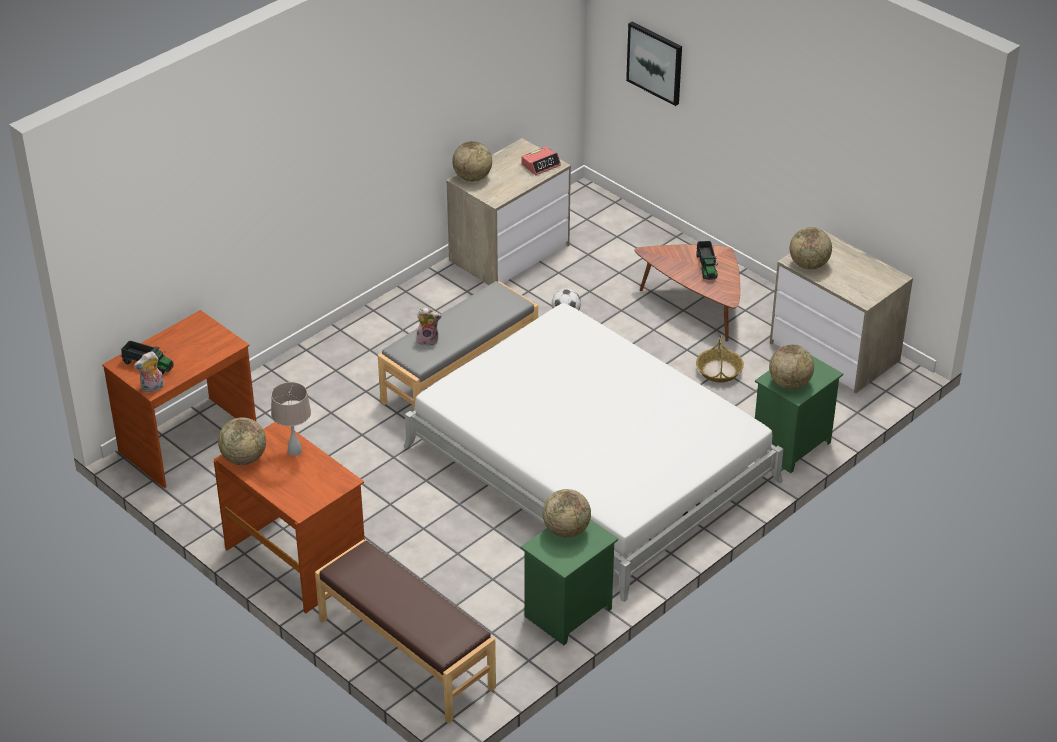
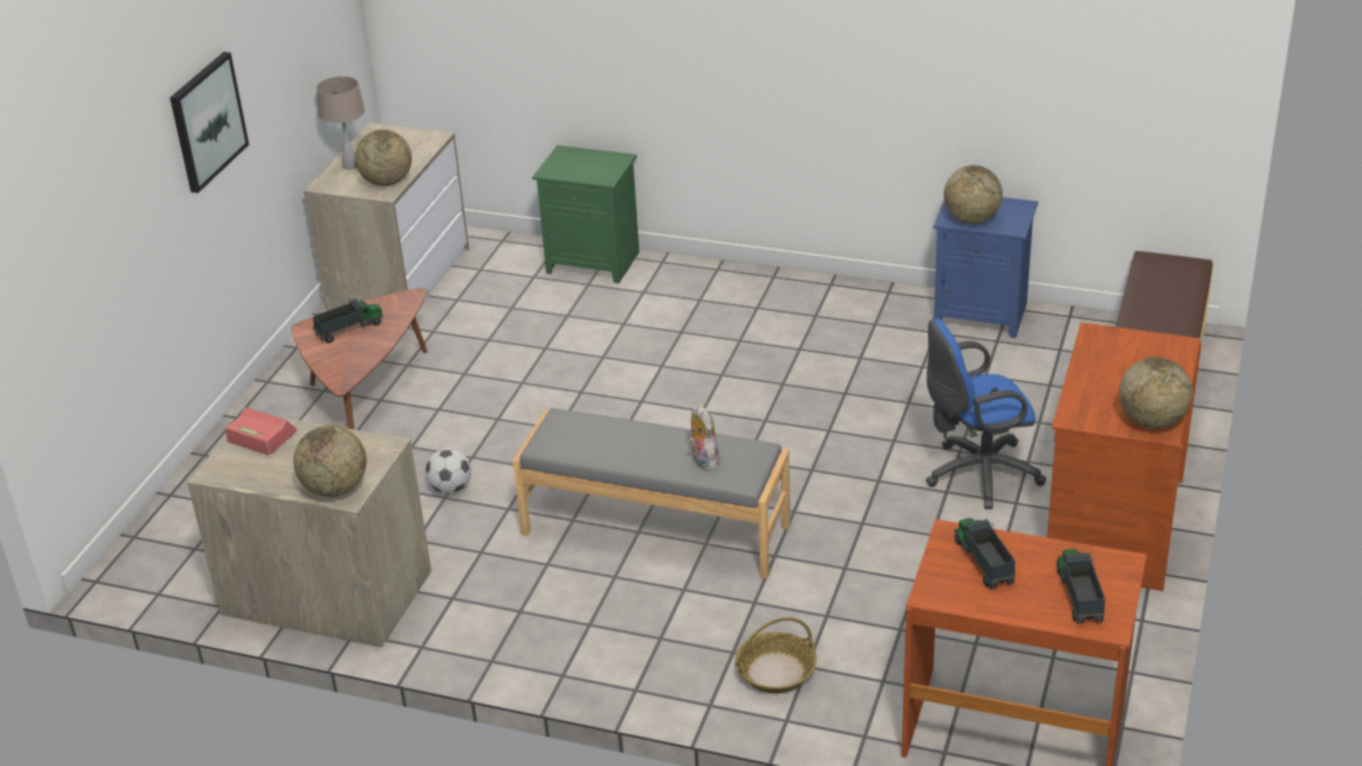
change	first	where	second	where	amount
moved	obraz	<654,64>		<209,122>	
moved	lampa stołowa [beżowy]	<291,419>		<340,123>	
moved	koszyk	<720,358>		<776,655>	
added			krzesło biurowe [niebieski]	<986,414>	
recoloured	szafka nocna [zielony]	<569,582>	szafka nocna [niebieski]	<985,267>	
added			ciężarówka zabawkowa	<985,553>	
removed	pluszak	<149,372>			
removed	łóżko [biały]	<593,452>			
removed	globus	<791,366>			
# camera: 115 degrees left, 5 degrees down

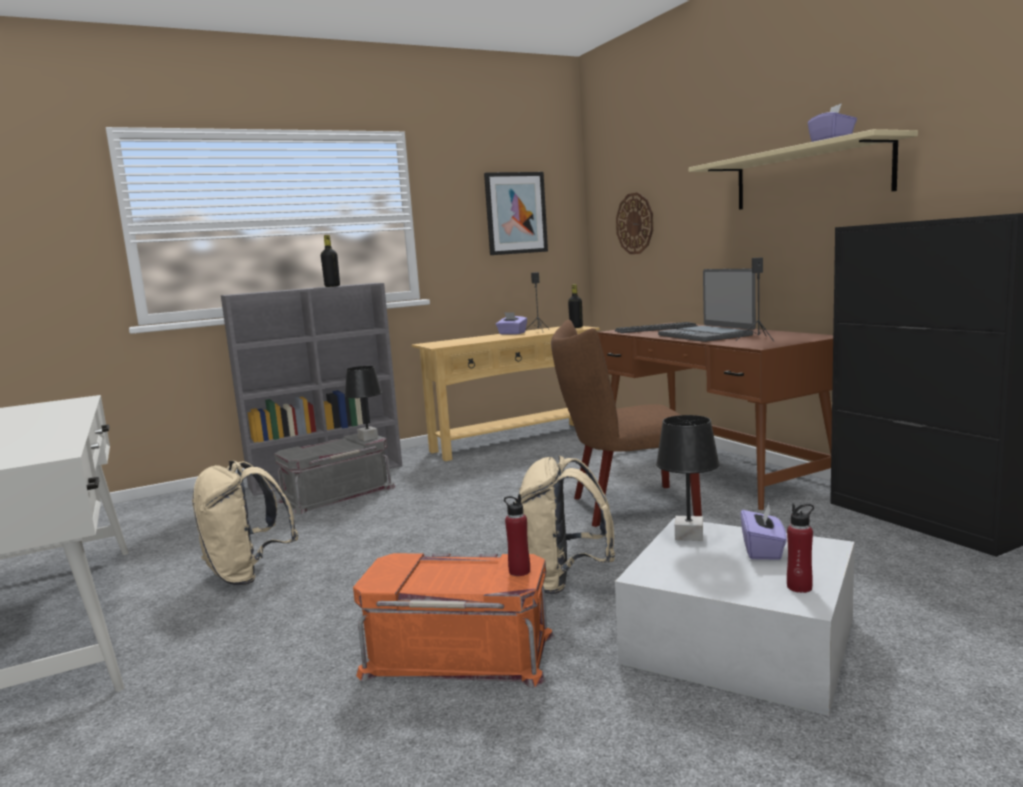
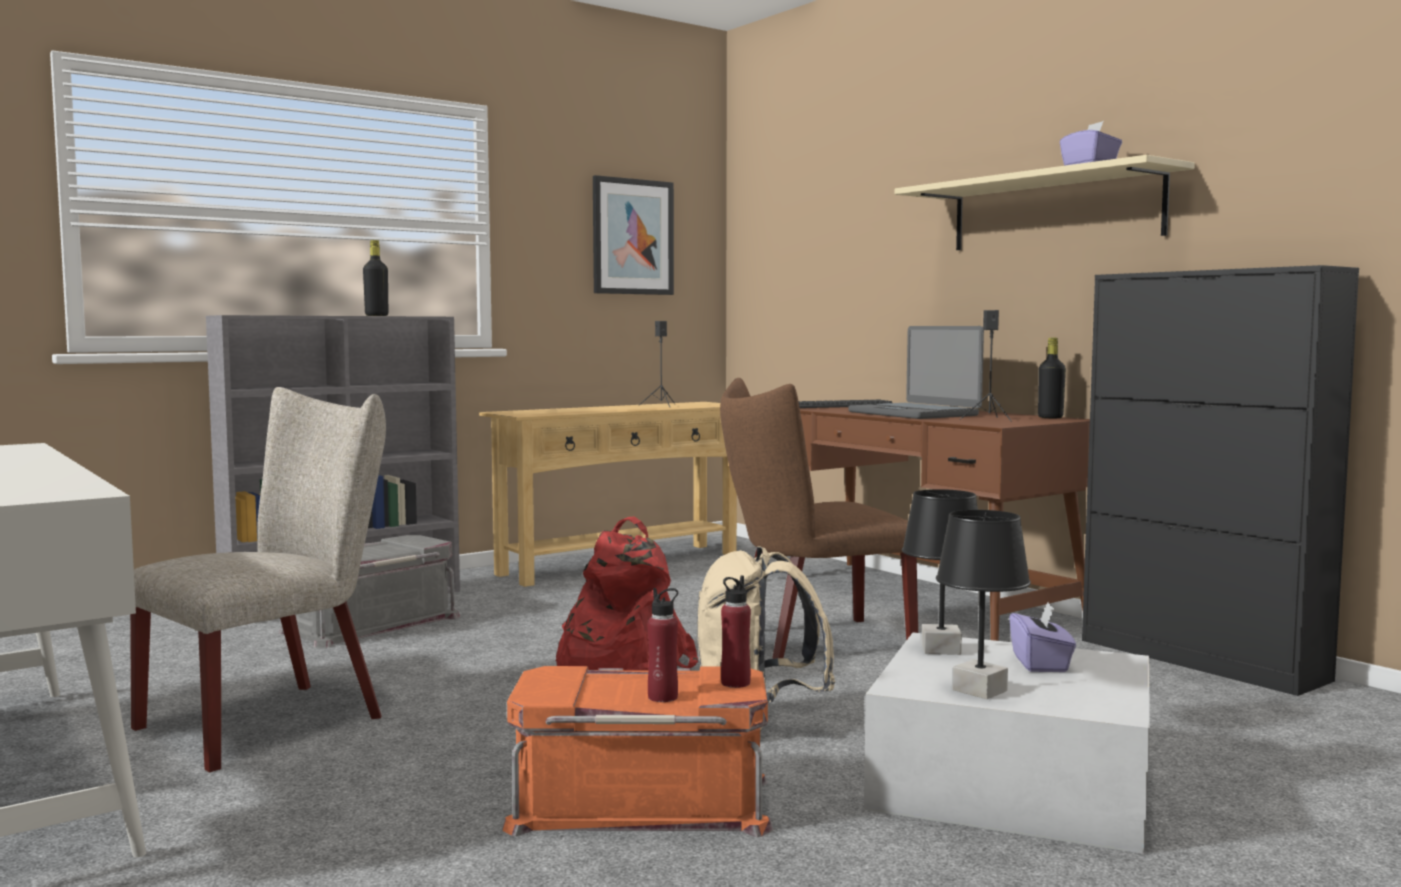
change	first	where	second	where	amount
replaced	plecak [beżowy]	<245,522>	krzesło [beżowy]	<258,579>	
added			plecak [czerwony]	<626,593>	
moved	butelka [czerwony]	<800,548>		<663,645>	
moved	lampa stołowa [czarny]	<363,403>		<983,604>	
moved	butelka [czarny]	<575,306>		<1052,378>	
removed	pudełko chusteczek [fioletowy]	<511,323>			
removed	zegar ścienny	<634,223>			
# camera: 10 degrees left, 5 degrees down

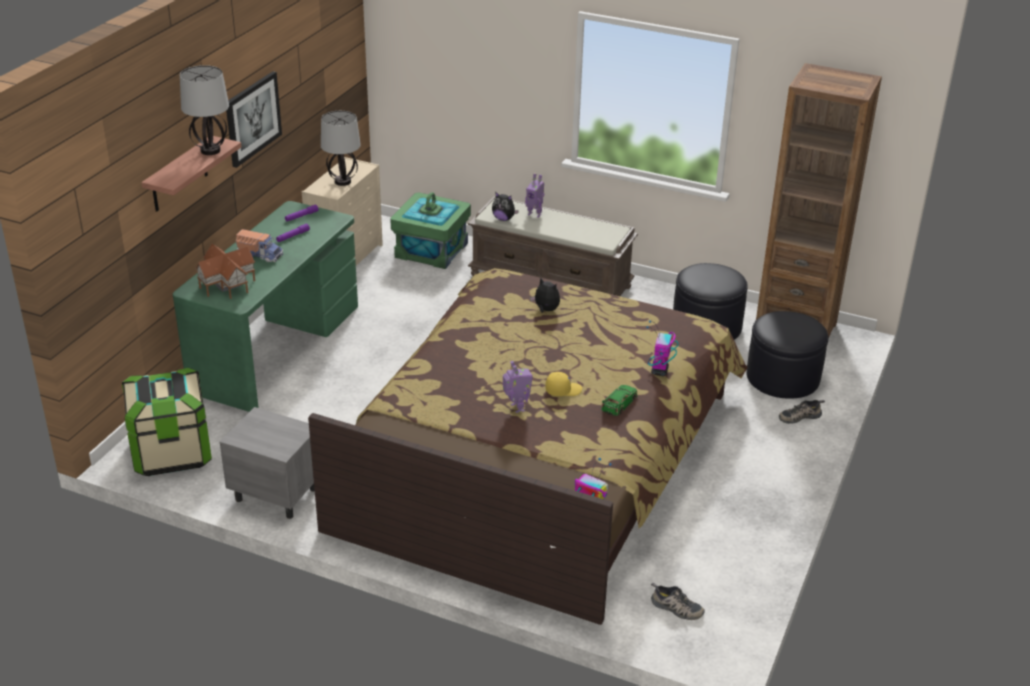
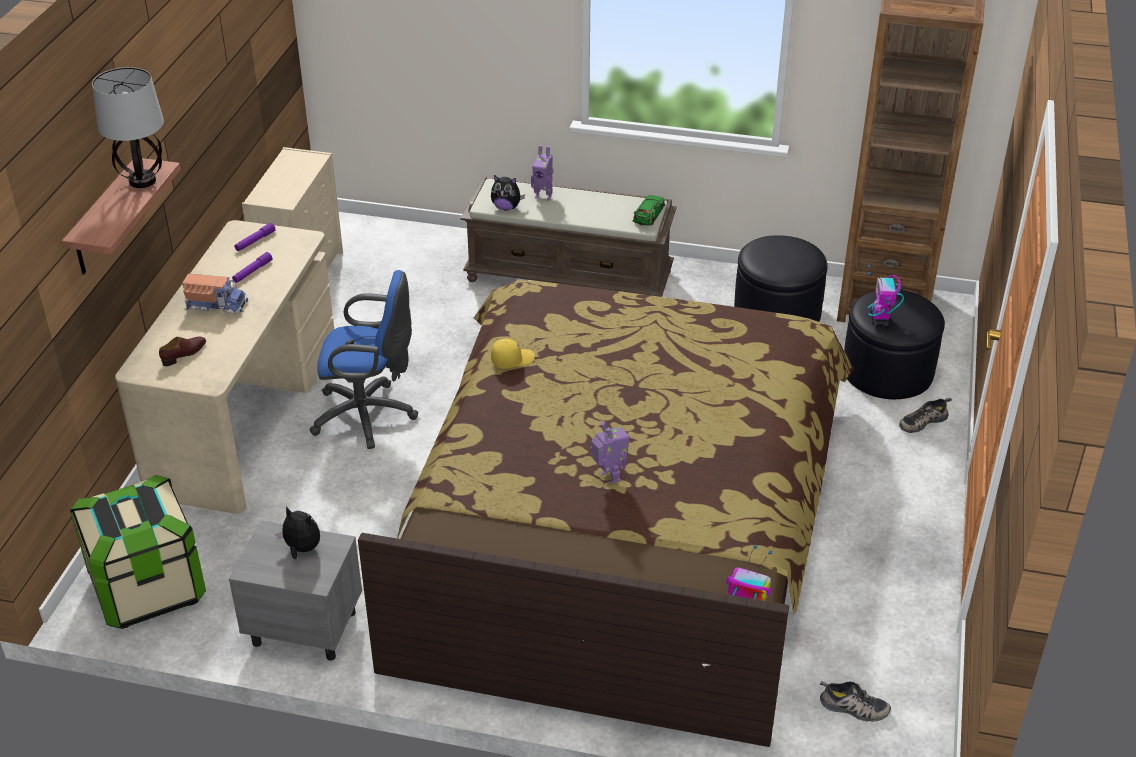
change	first	where	second	where	amount
recoloured	biurko [zielony]	<265,306>	biurko [beżowy]	<224,367>	
replaced	domek	<225,271>	but [brązowy]	<182,351>	
moved	pluszak	<545,295>		<297,532>	
added			krzesło biurowe [niebieski]	<363,359>	
moved	czapka z daszkiem [żółty]	<564,384>		<513,354>	
moved	samochodzik [zielony]	<619,400>		<649,210>	
moved	robot zabawkowy	<662,348>		<885,296>	
removed	obraz	<254,119>			
removed	lampa stołowa	<341,148>			
removed	pojemnik do przechowywania [zielony]	<430,230>			
# camera: 10 degrees left, 5 degrees up

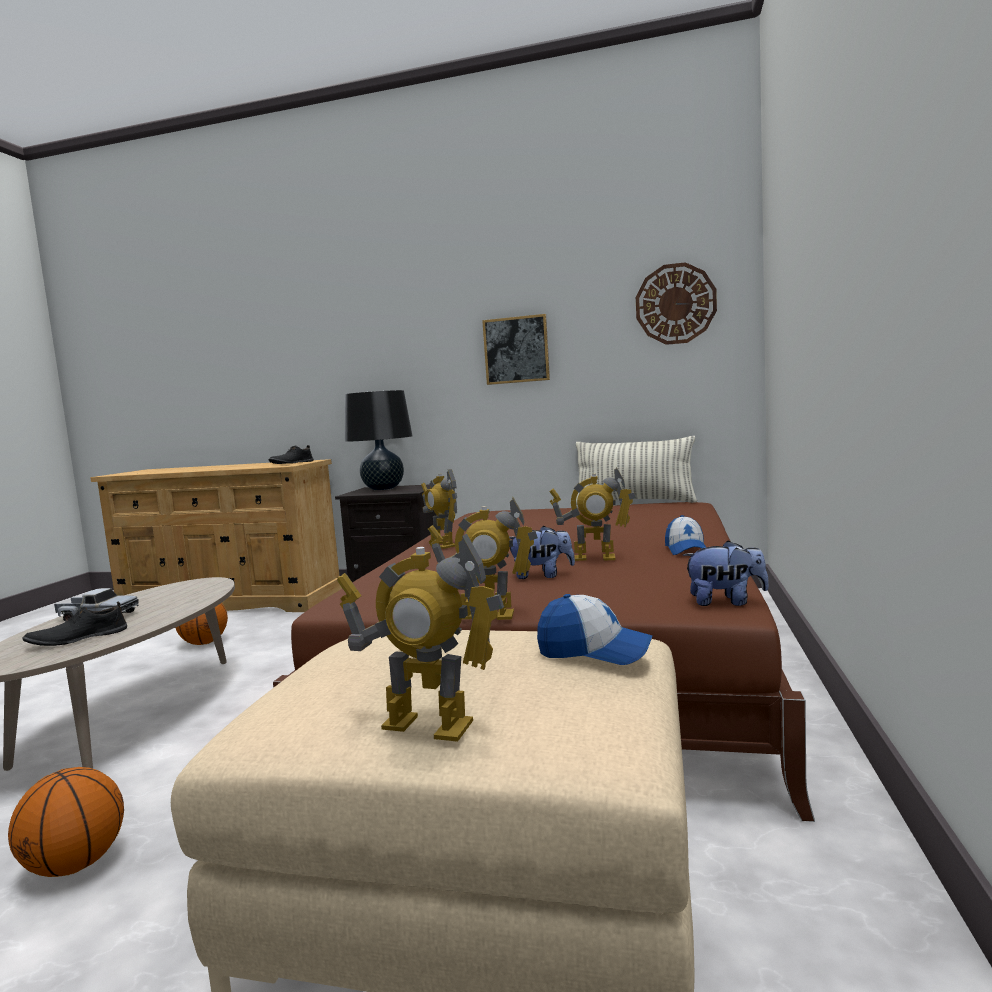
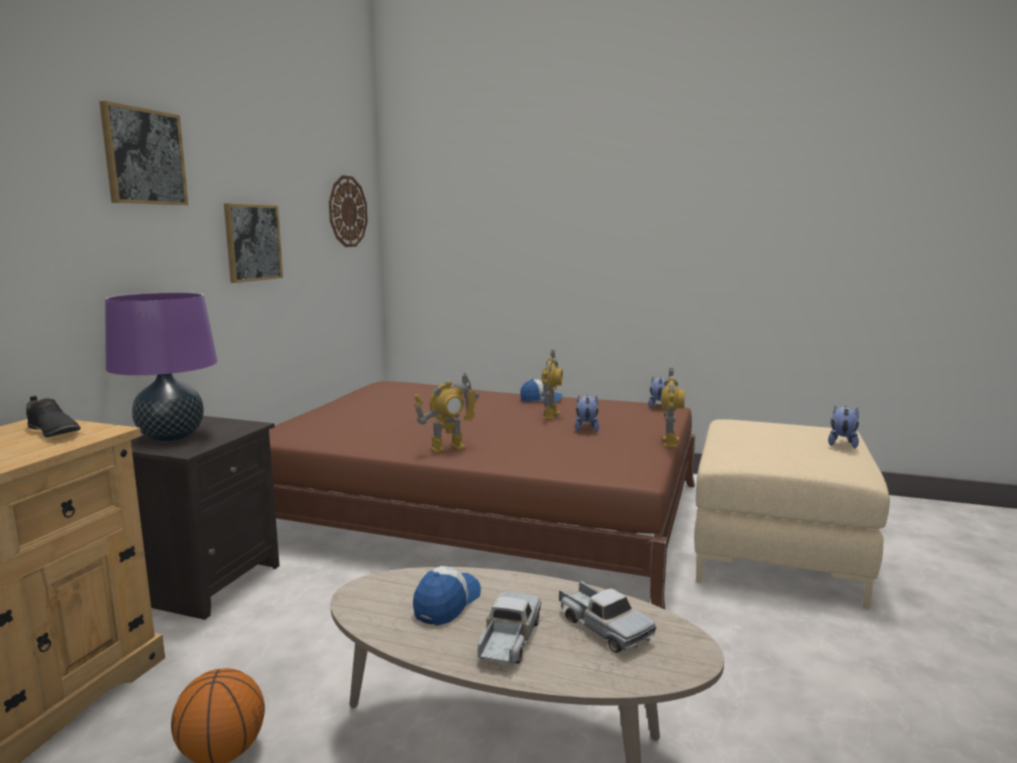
change	first	where	second	where	amount
added			obraz	<143,153>	
recoloured	lampa stołowa [czarny]	<378,440>	lampa stołowa [fioletowy]	<161,367>	
moved	czapka z daszkiem	<595,629>		<447,596>	
replaced	but [czarny]	<74,624>	ciężarówka zabawkowa	<607,617>	
replaced	robot zabawkowy	<420,637>	pluszak	<843,427>	
removed	piłka do koszykówki	<66,822>			
removed	poduszka	<637,470>			
# camera: 85 degrees left, 5 degrees up

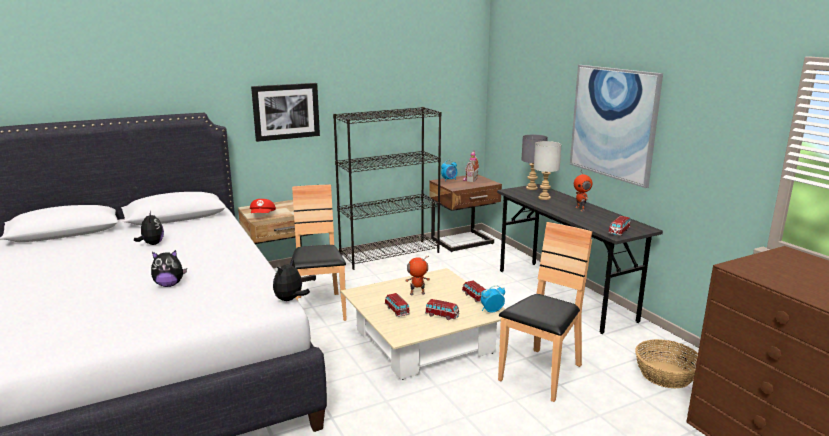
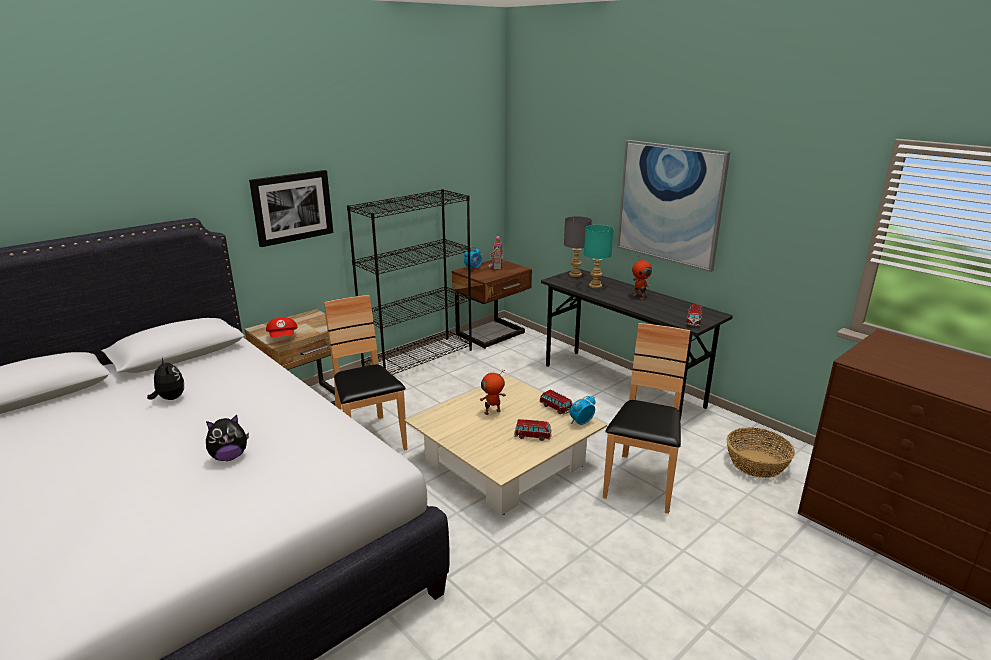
change	first	where	second	where	amount
recoloured	lampa stołowa [szary]	<548,170>	lampa stołowa [turkusowy]	<599,256>	
removed	pluszak	<291,280>			
removed	samochodzik	<397,305>			
# camera: 15 degrees left, 5 degrees up

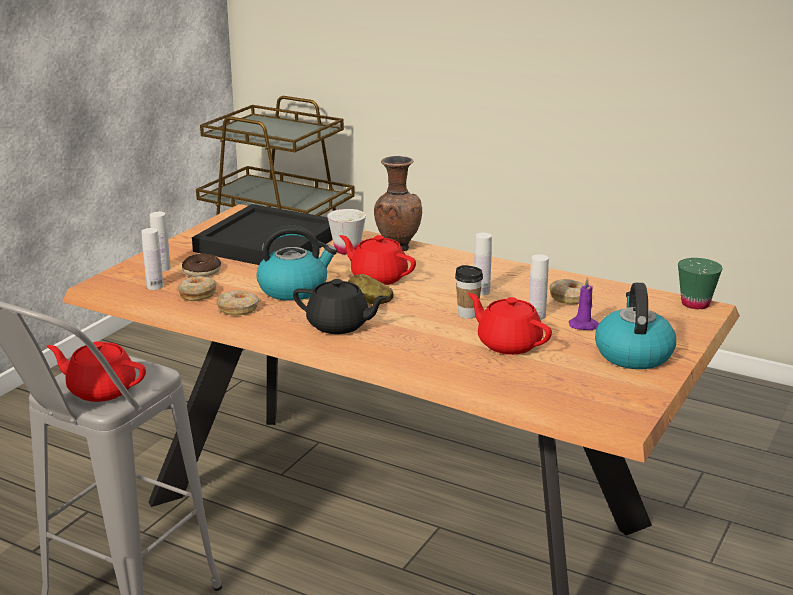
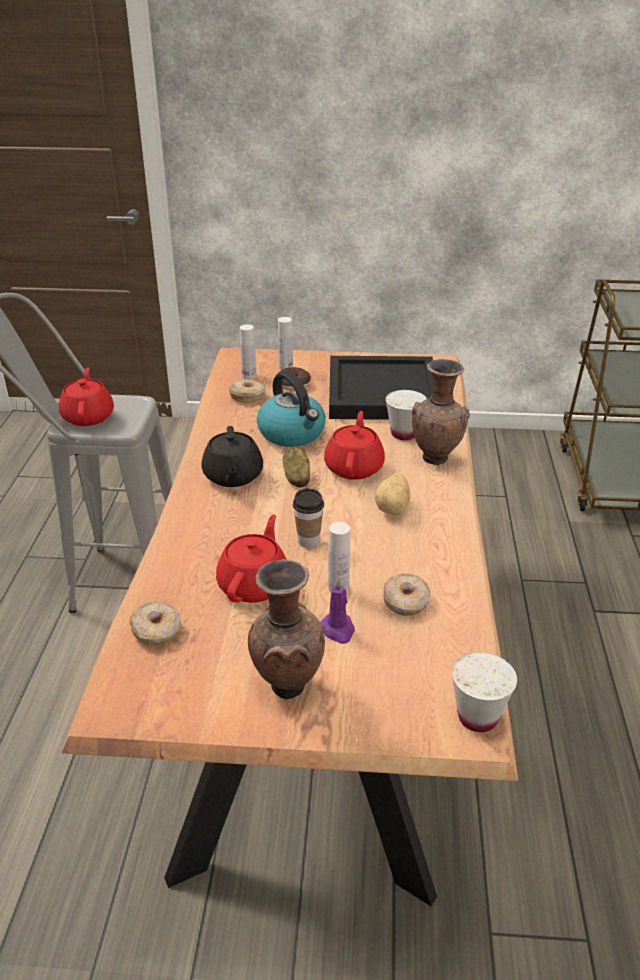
change	first	where	second	where	amount
moved	donut	<237,302>		<155,624>	
replaced	czajnik	<635,326>	wazon [brązowy]	<286,629>	
added			ziemniak	<392,494>	
recoloured	filiżanka [zielony]	<700,283>	filiżanka [biały]	<484,692>	
removed	butelka [biały]	<483,264>			
# camera: 65 degrees right, 10 degrees up

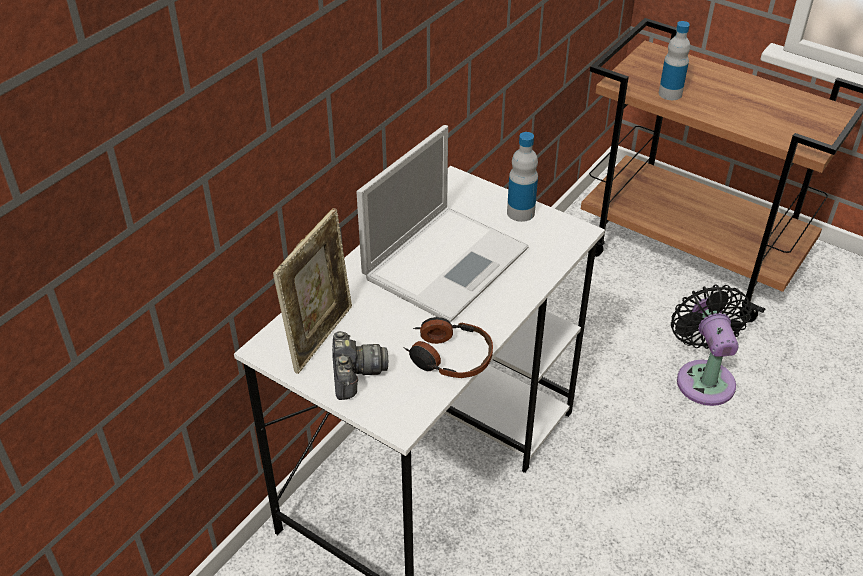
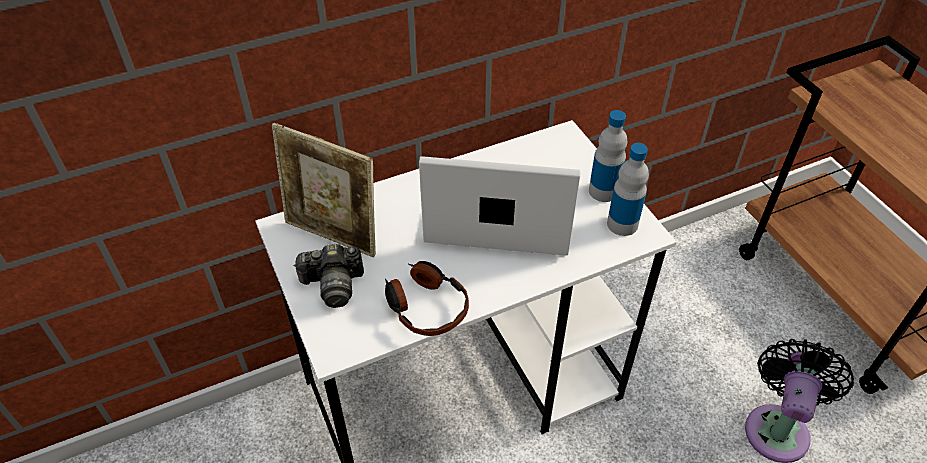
change	first	where	second	where	amount
turned	ramka na zdjęcie	<312,291>		<324,190>	60 degrees clockwise
turned	aparat fotograficzny	<360,365>		<328,276>	60 degrees clockwise
turned	laptop	<442,224>		<500,206>	150 degrees counterclockwise
moved	butelka	<674,60>		<628,189>	
# camera: 30 degrees right, 5 degrees up

